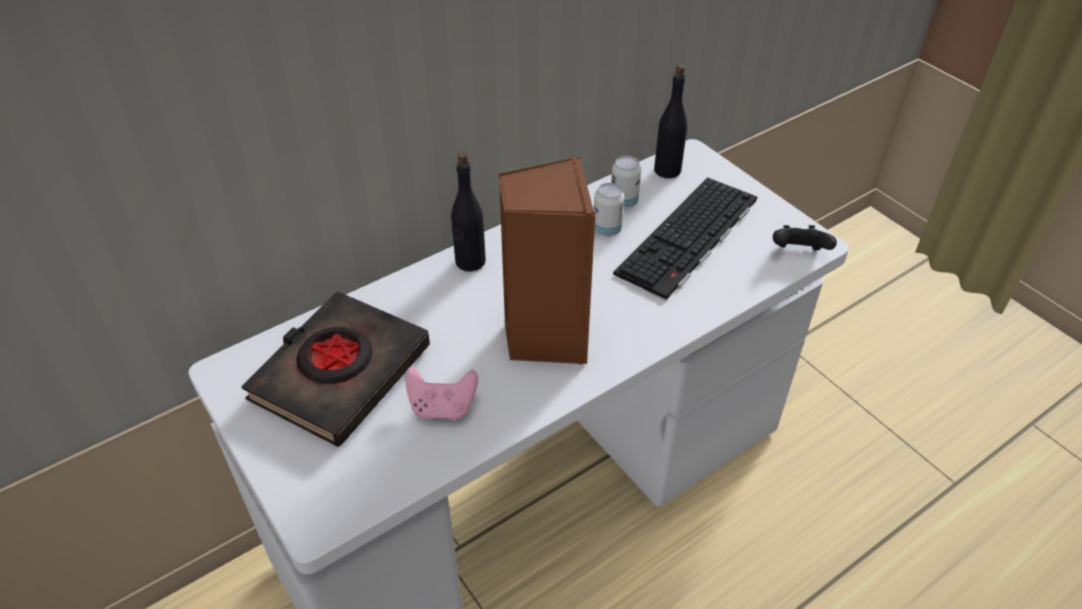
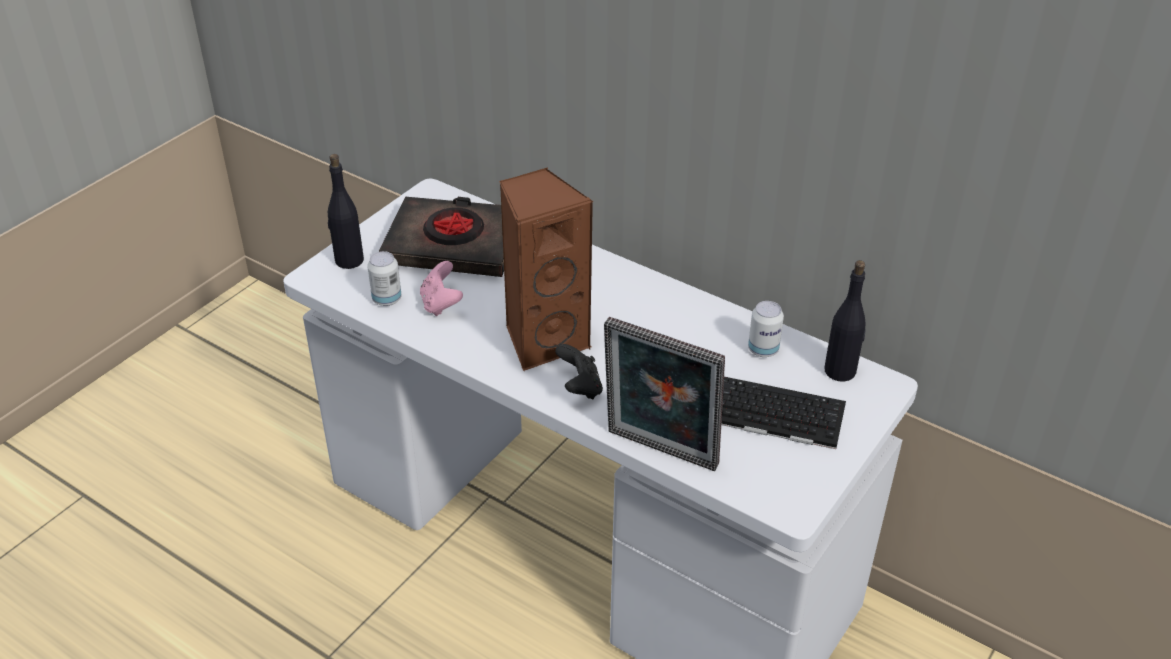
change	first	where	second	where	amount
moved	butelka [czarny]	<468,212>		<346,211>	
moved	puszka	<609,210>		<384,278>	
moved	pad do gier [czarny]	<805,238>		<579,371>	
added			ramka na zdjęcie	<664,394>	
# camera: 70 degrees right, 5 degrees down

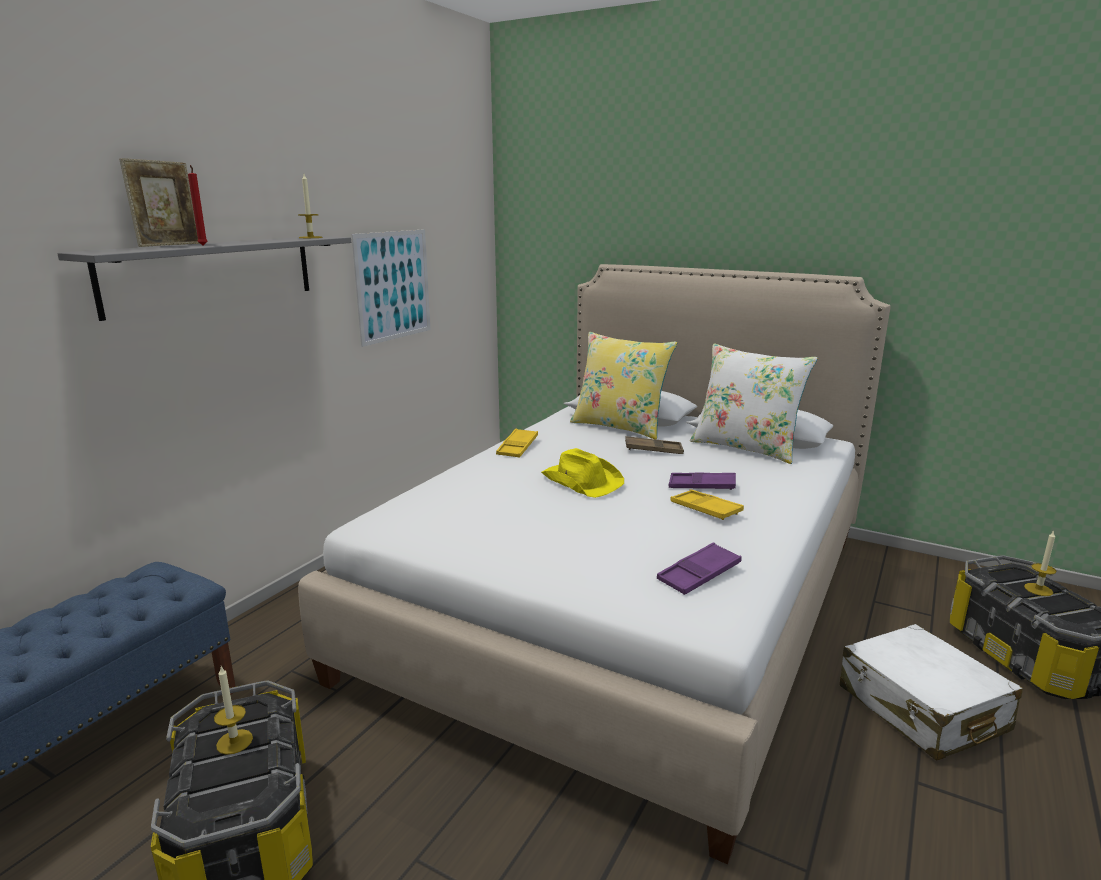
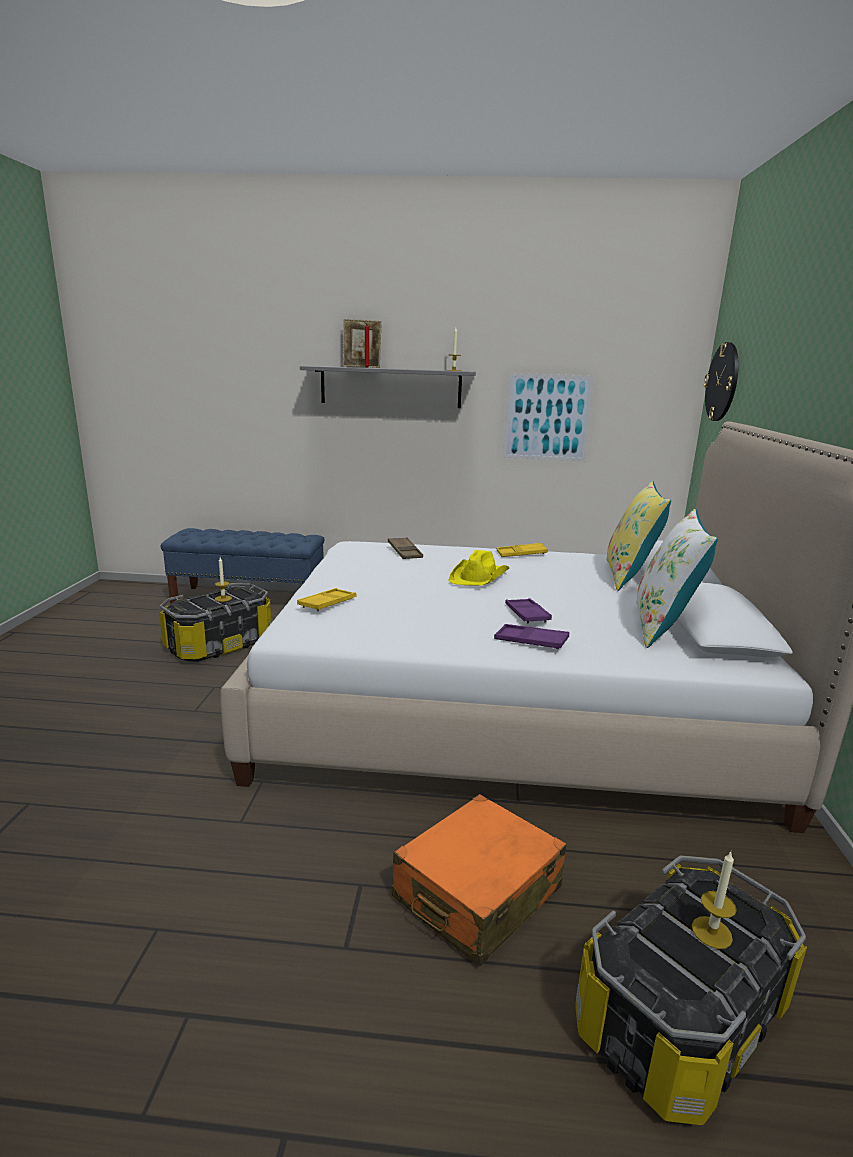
change	first	where	second	where	amount
moved	taca [żółty]	<707,504>		<327,599>	
moved	taca [brązowy]	<654,445>		<405,548>	
recoloured	walizka [biały]	<931,692>	walizka [pomarańczowy]	<479,880>	
moved	taca [fioletowy]	<699,568>		<531,636>	
added			zegar ścienny	<721,381>	
# camera: 65 degrees right, 0 degrees up

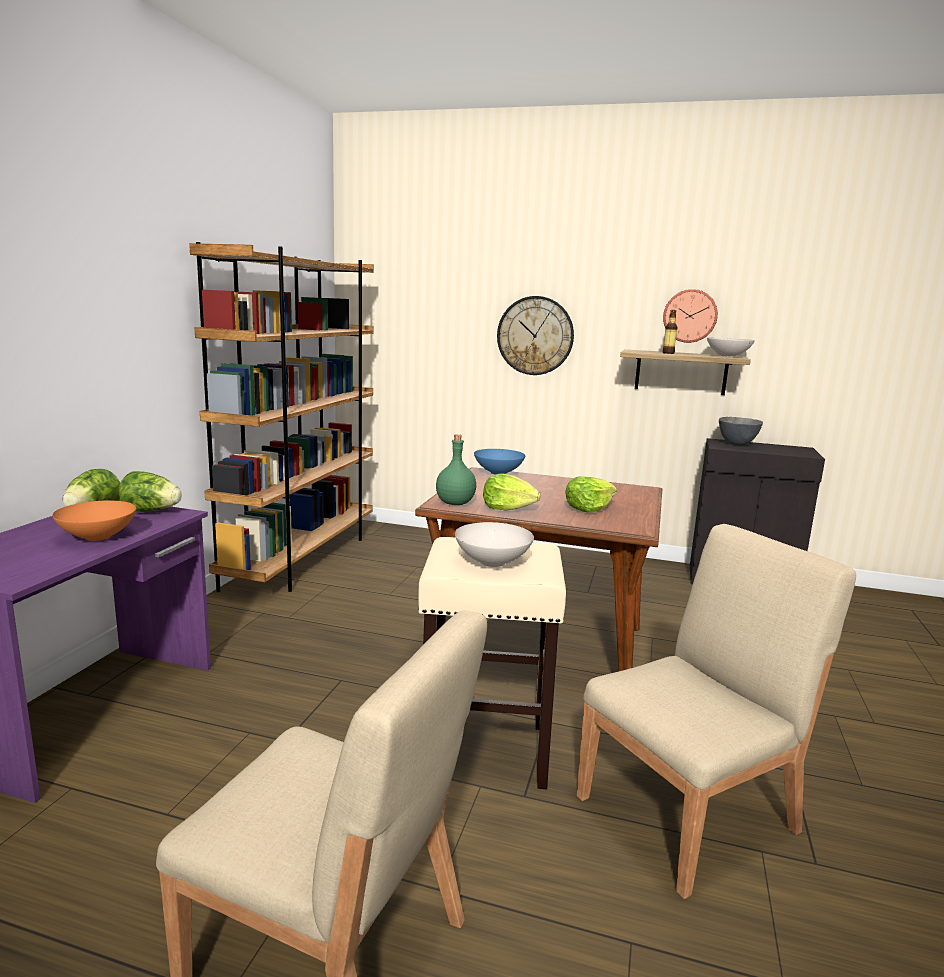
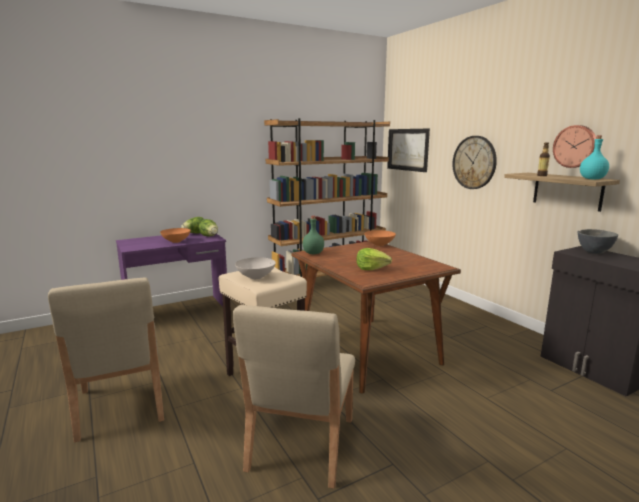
change	first	where	second	where	amount
turned	krzesło [beżowy]	<716,711>		<294,397>	90 degrees clockwise
recoloured	miska [niebieski]	<499,462>	miska [pomarańczowy]	<380,238>	
added			obraz	<408,150>	
replaced	miska [biały]	<731,347>	butelka [turkusowy]	<594,157>	
removed	sałata	<512,492>			
# camera: 45 degrees right, 0 degrees up

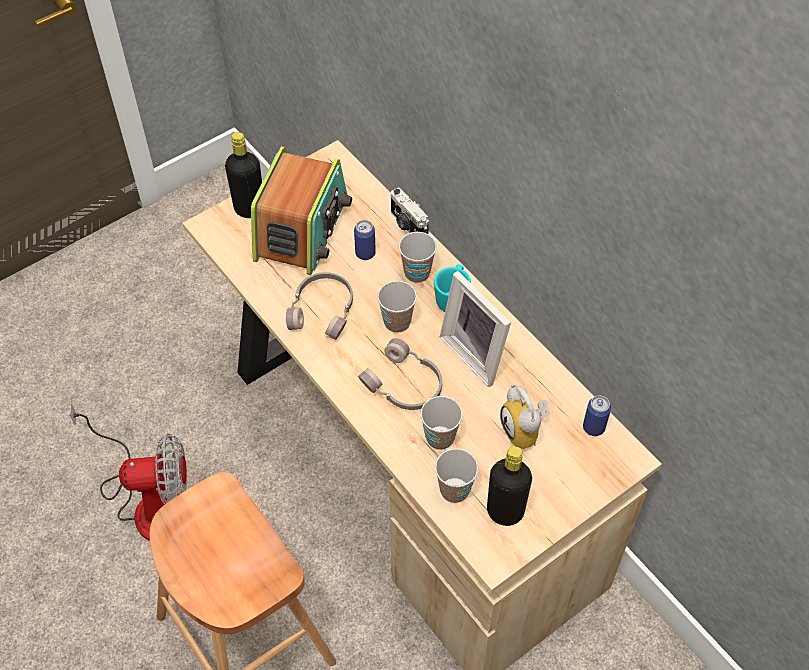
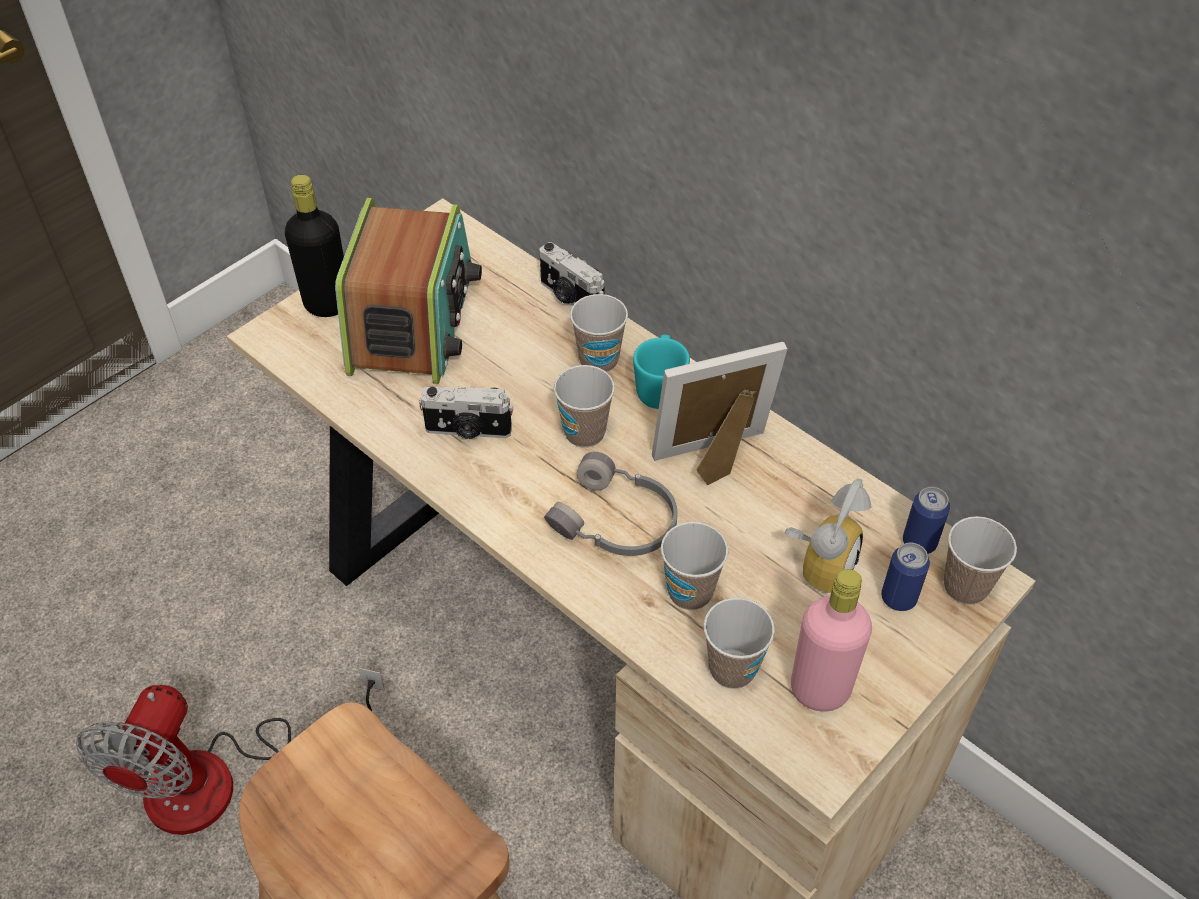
change	first	where	second	where	amount
turned	wentylator	<128,472>		<230,751>	120 degrees clockwise
replaced	słuchawki [szary]	<319,306>	aparat fotograficzny	<466,412>	
turned	ramka na zdjęcie	<475,329>		<719,413>	120 degrees clockwise
turned	budzik	<525,416>		<828,536>	120 degrees counterclockwise
recoloured	butelka [czarny]	<509,486>	butelka [różowy]	<831,640>	
moved	puszka	<365,240>		<905,577>	
added			filiżanka	<980,560>	
# camera: 10 degrees left, 5 degrees down

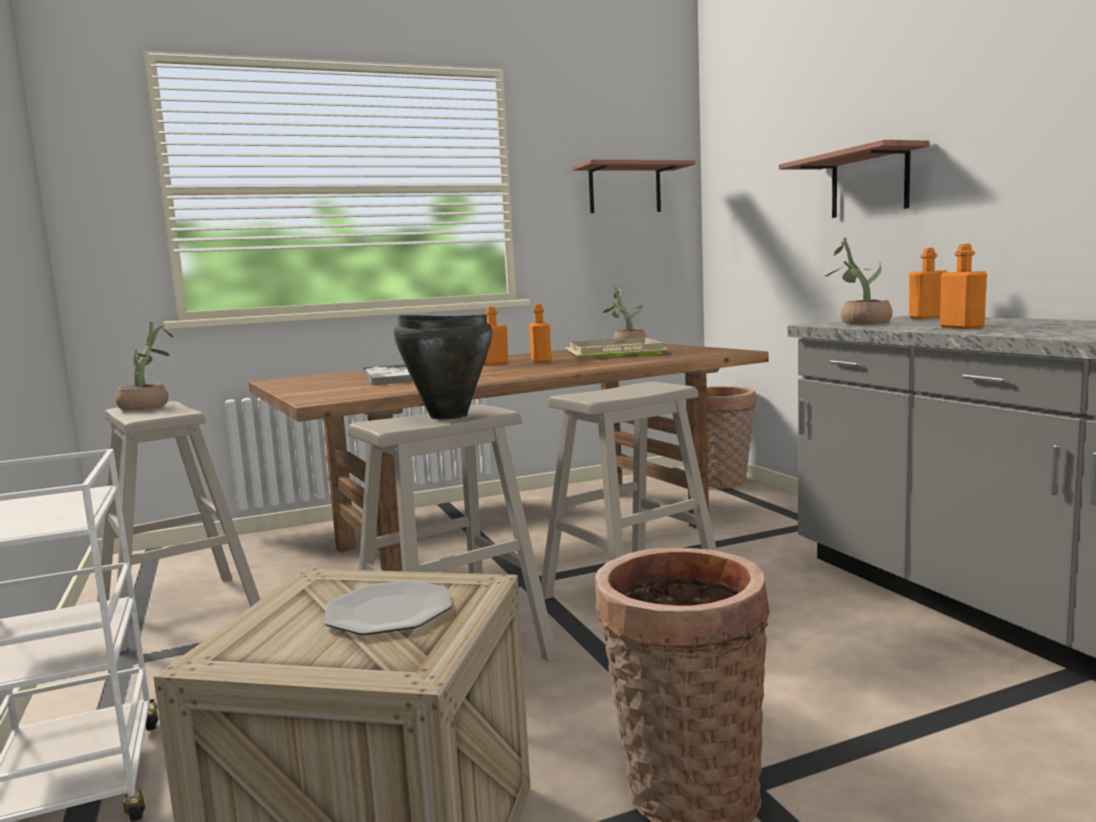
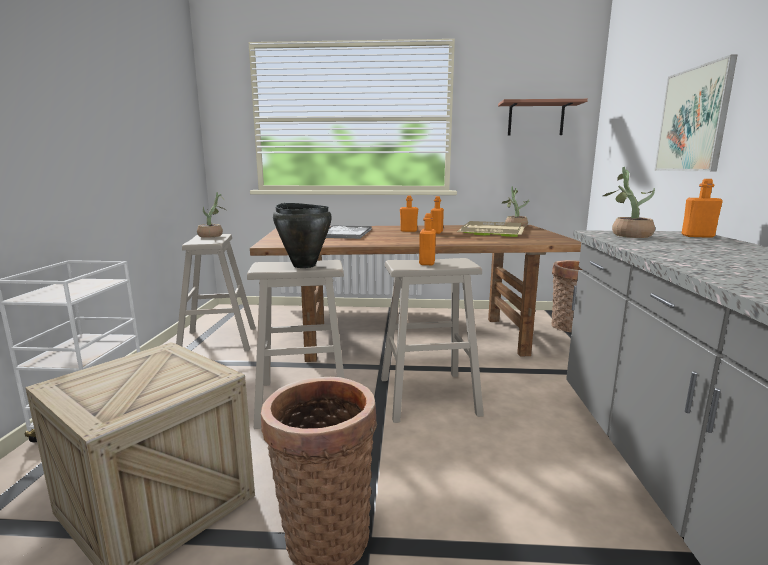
change	first	where	second	where	amount
moved	butelka [pomarańczowy]	<963,286>		<427,239>	
replaced	półka	<854,179>	obraz	<696,113>	
removed	talerz	<388,607>			
# camera: 25 degrees right, 5 degrees up

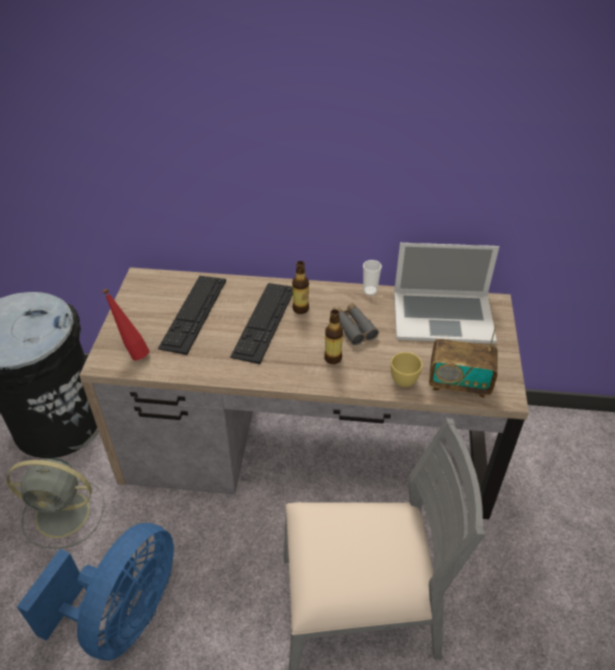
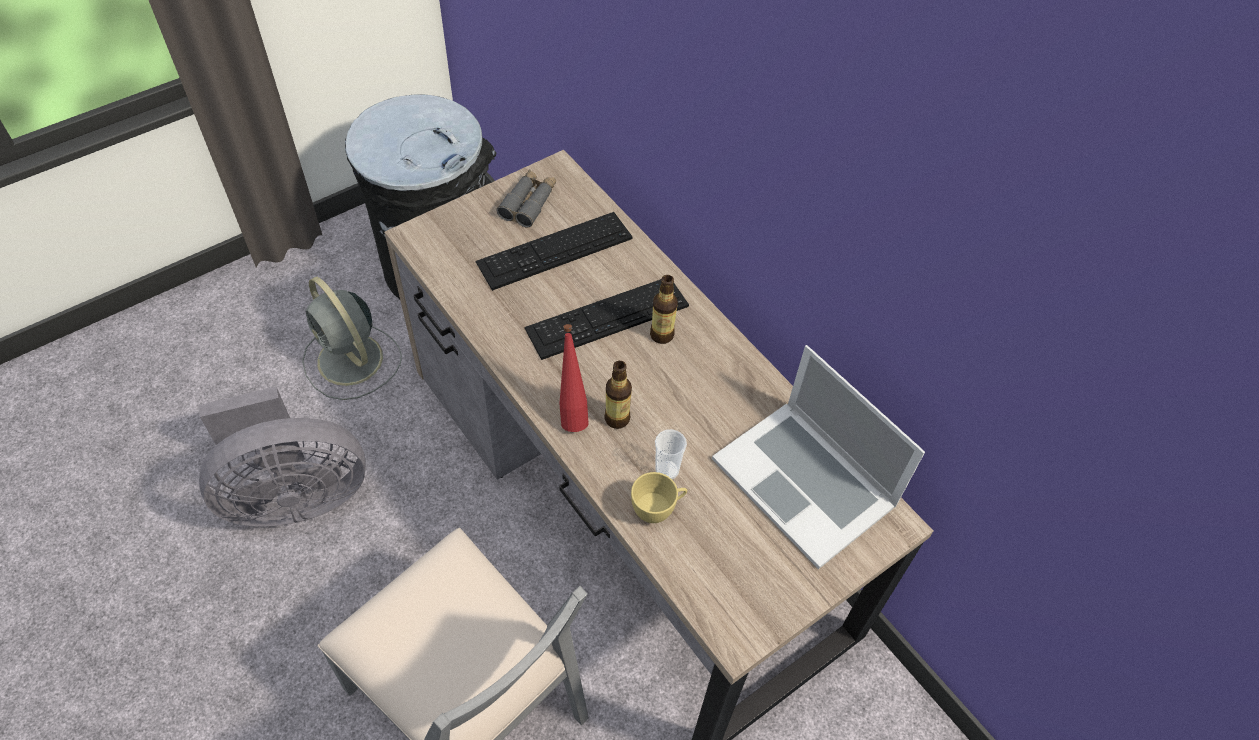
change	first	where	second	where	amount
recoloured	wentylator [niebieski]	<95,592>	wentylator [szary]	<282,456>	
moved	lornetka [szary]	<355,323>		<526,198>	
moved	butelka [czerwony]	<126,324>		<573,378>	
moved	filiżanka	<372,278>		<671,454>	
removed	radio	<463,360>			
# camera: 45 degrees right, 10 degrees up

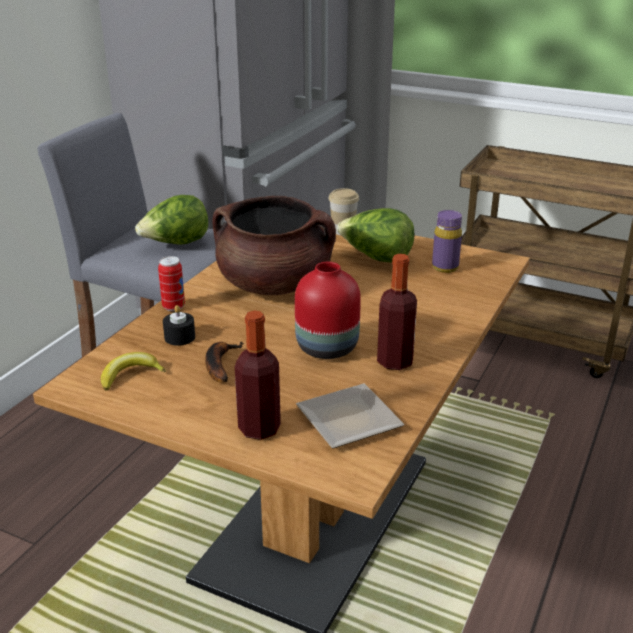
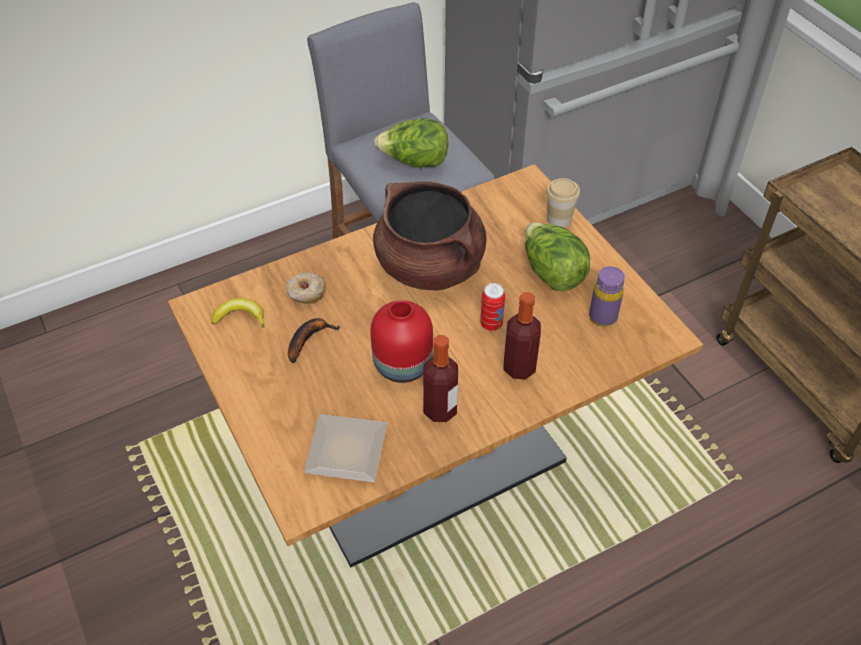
change	first	where	second	where	amount
replaced	świeca [czarny]	<179,325>	donut	<306,288>	
moved	puszka	<171,283>		<492,307>	
moved	butelka	<258,375>		<522,335>	
# camera: 35 degrees right, 20 degrees up

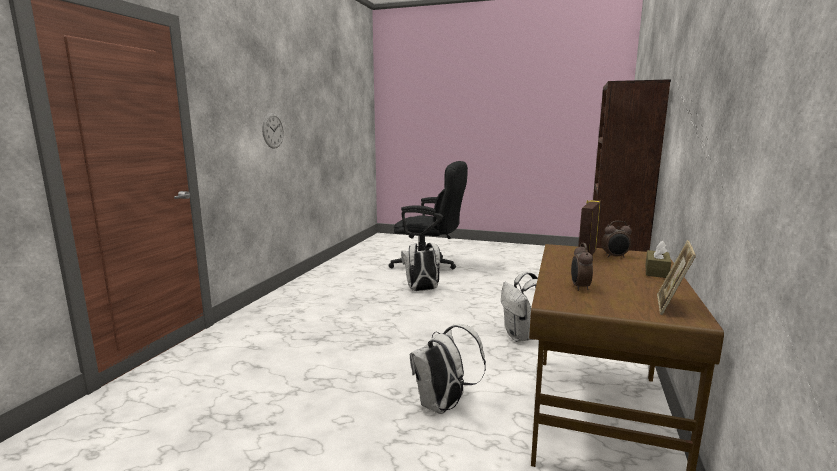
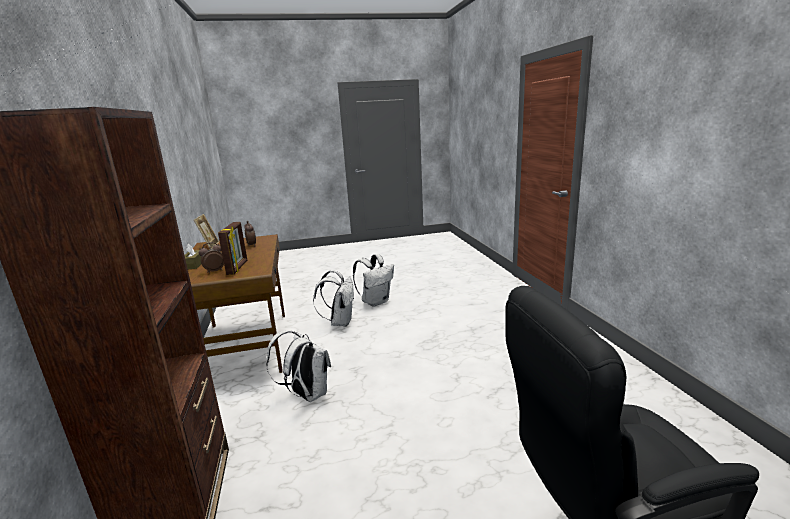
change	first	where	second	where	amount
moved	plecak [biały]	<420,267>		<373,280>	
removed	zegar ścienny	<273,131>			
# camera: 150 degrees right, 5 degrees up

